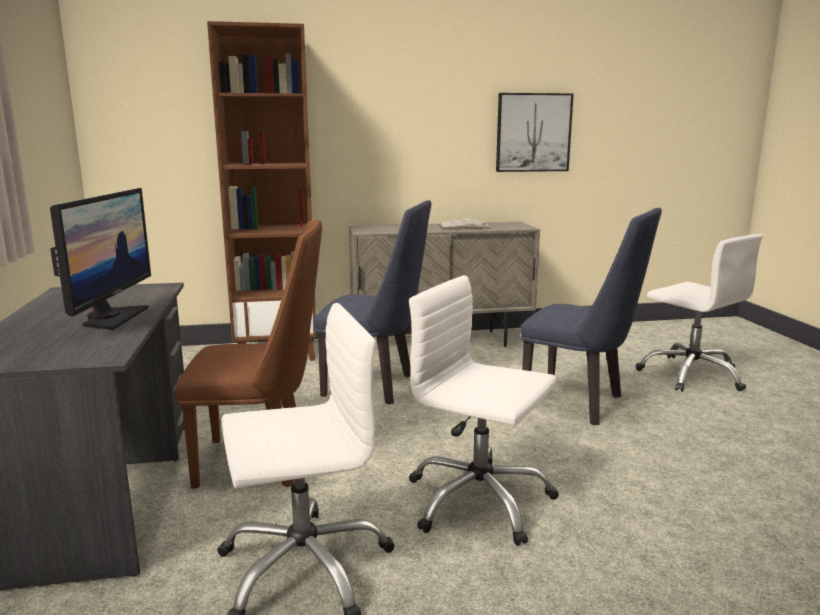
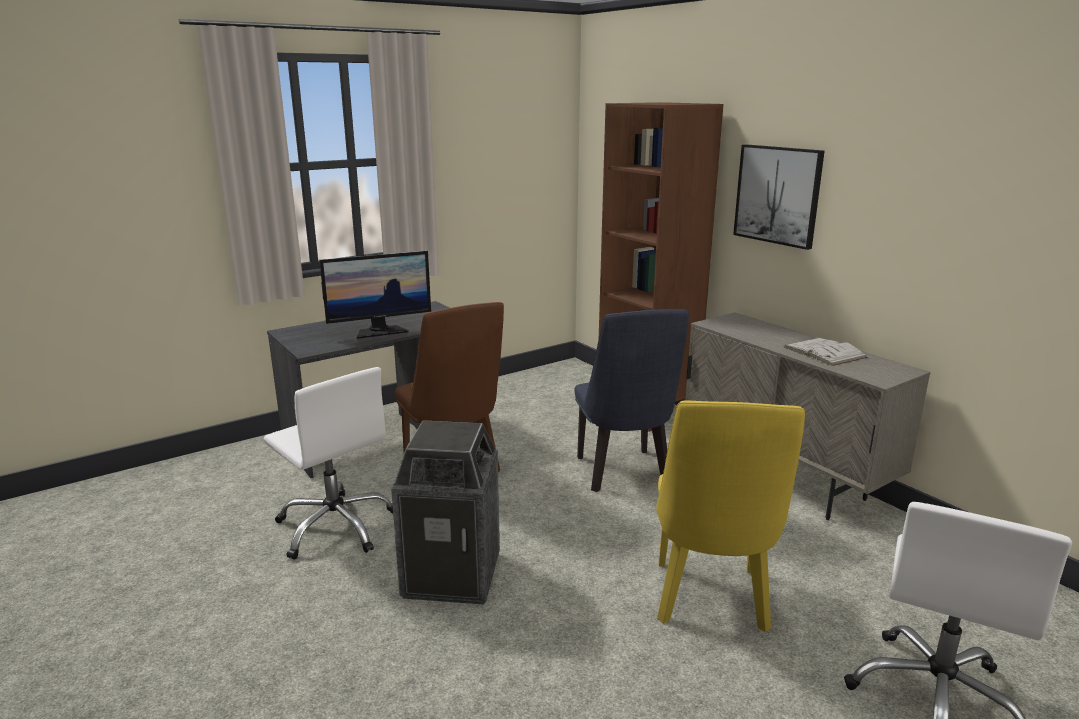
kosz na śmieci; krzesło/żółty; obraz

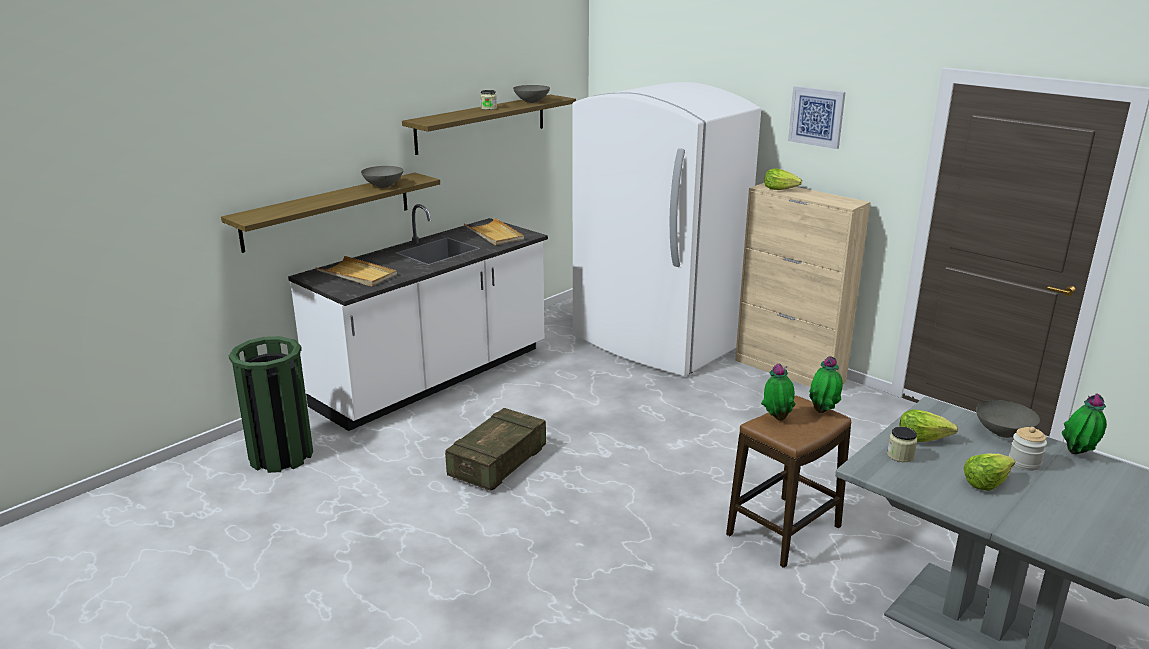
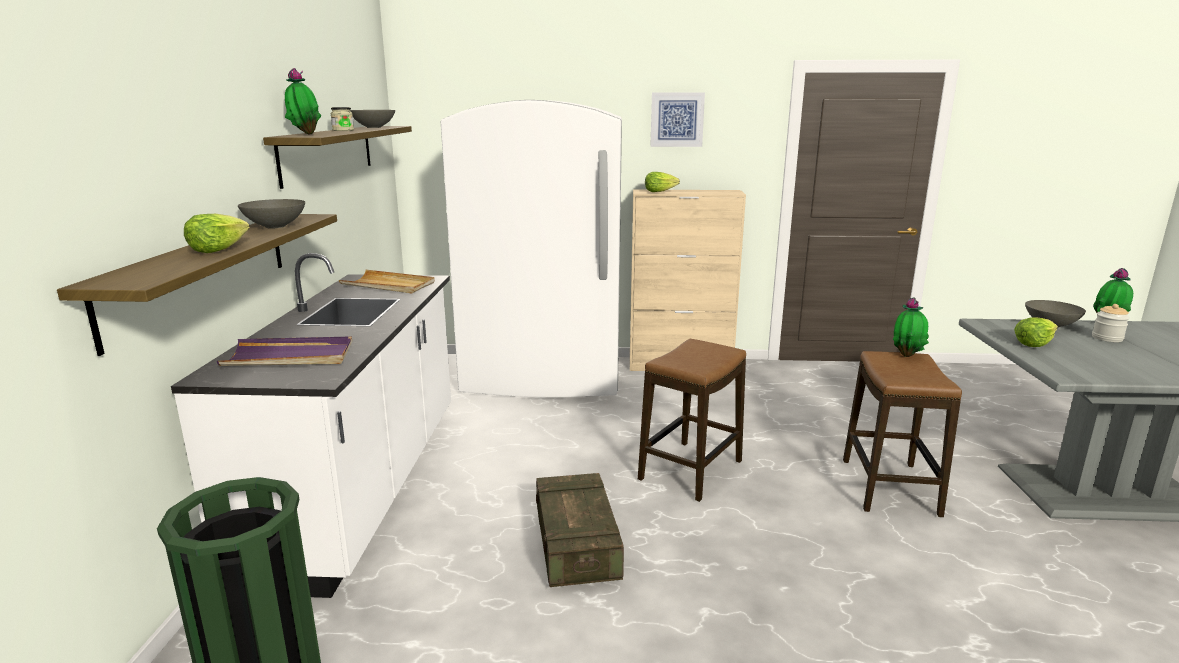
sałata (1st from left); taca/fioletowy; roślina doniczkowa (1st from left); stołek (1st from left); słoik (2nd from left in the first image)

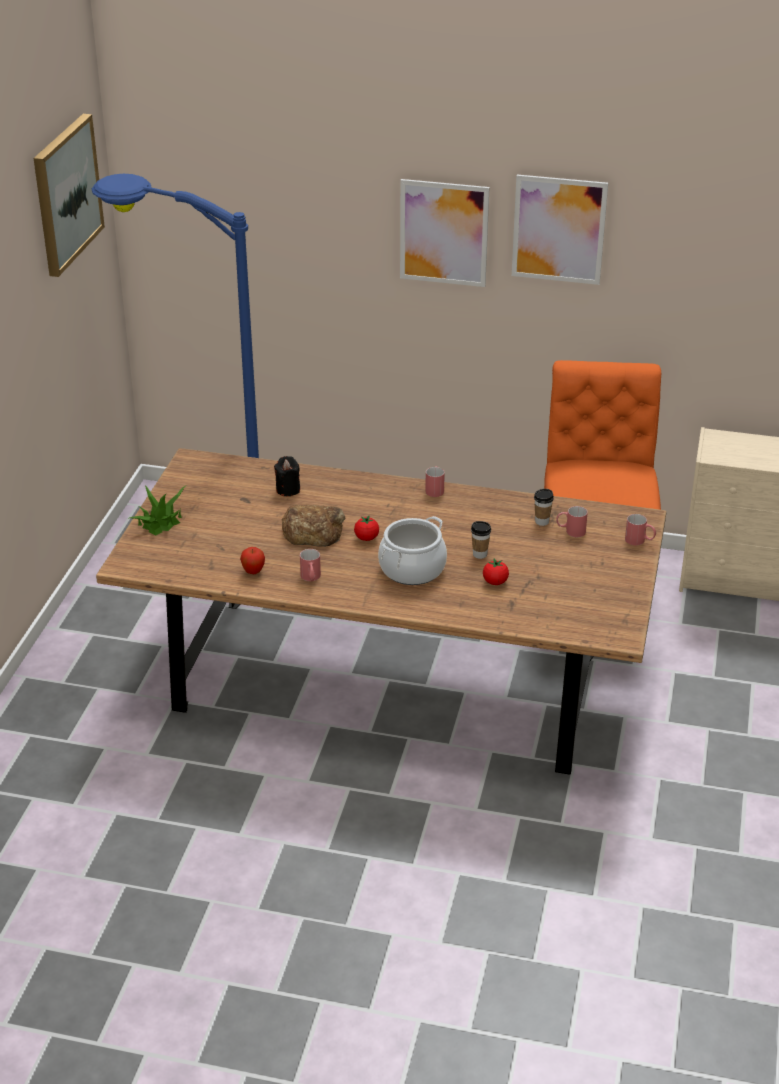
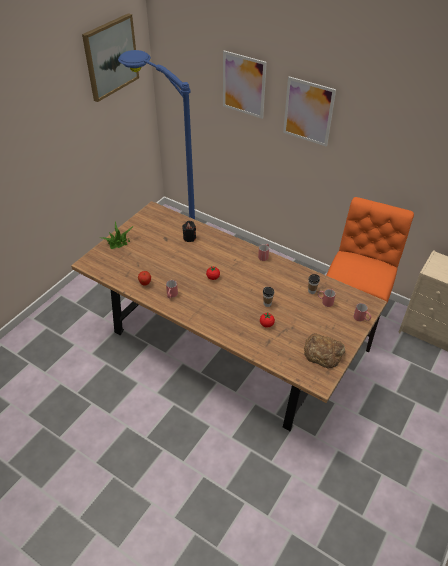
obraz (2nd from left); chleb; garnek

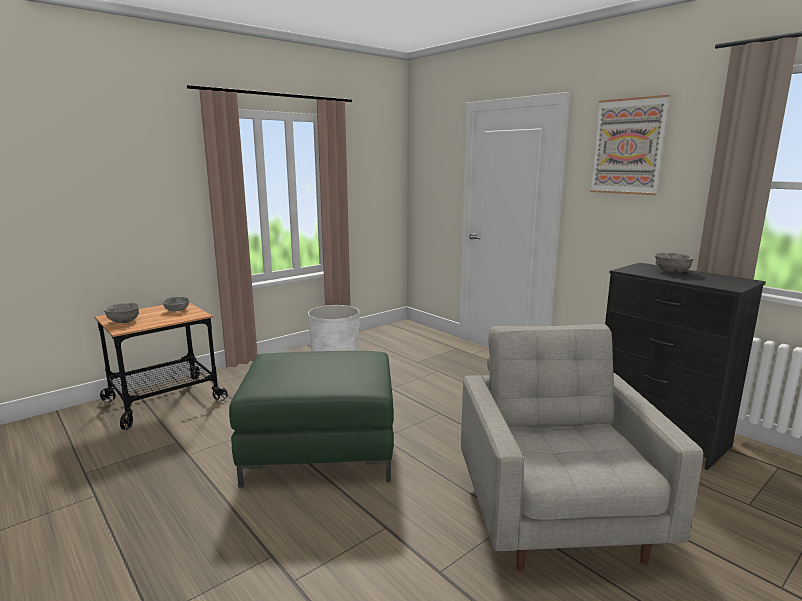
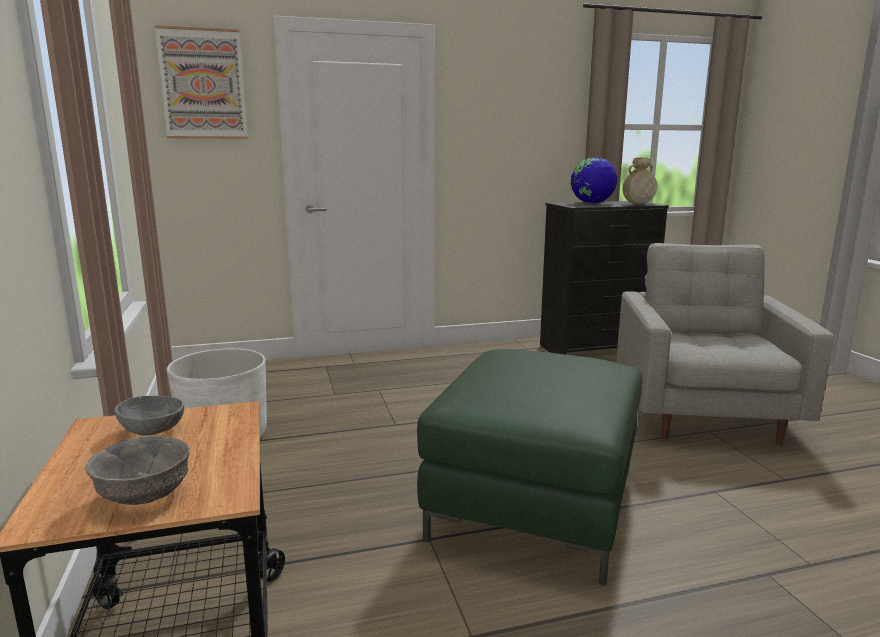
obraz; globus; fotel/szary; wazon/beżowy

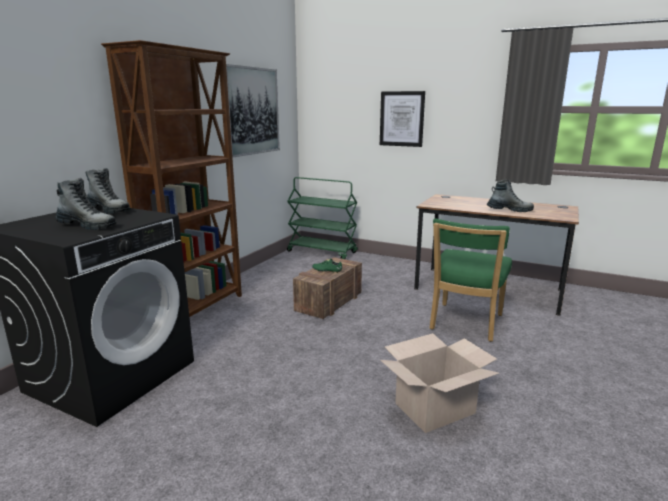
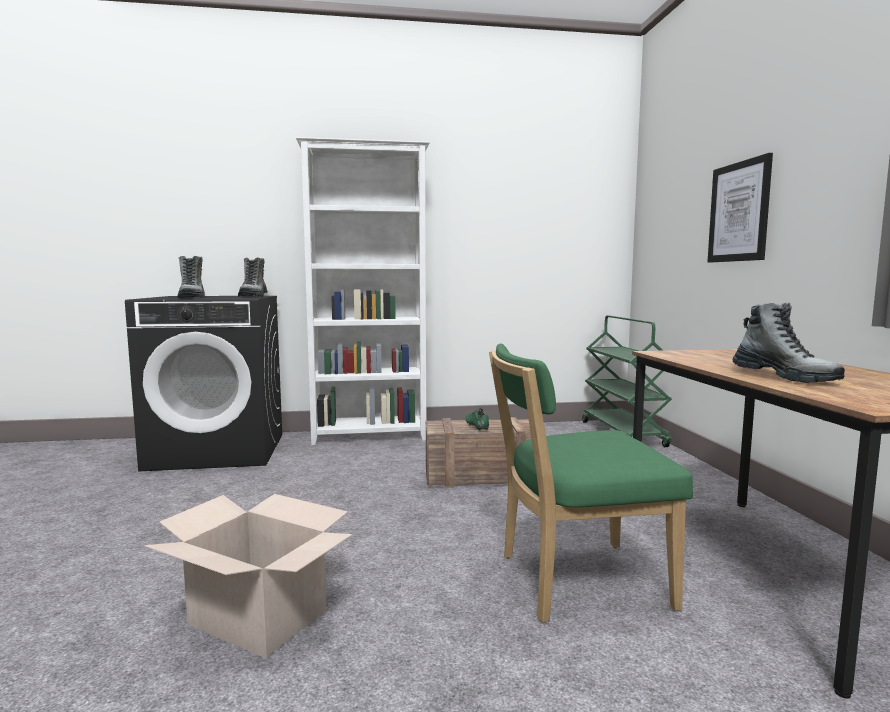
regał/biały; obraz (1st from left in the first image)

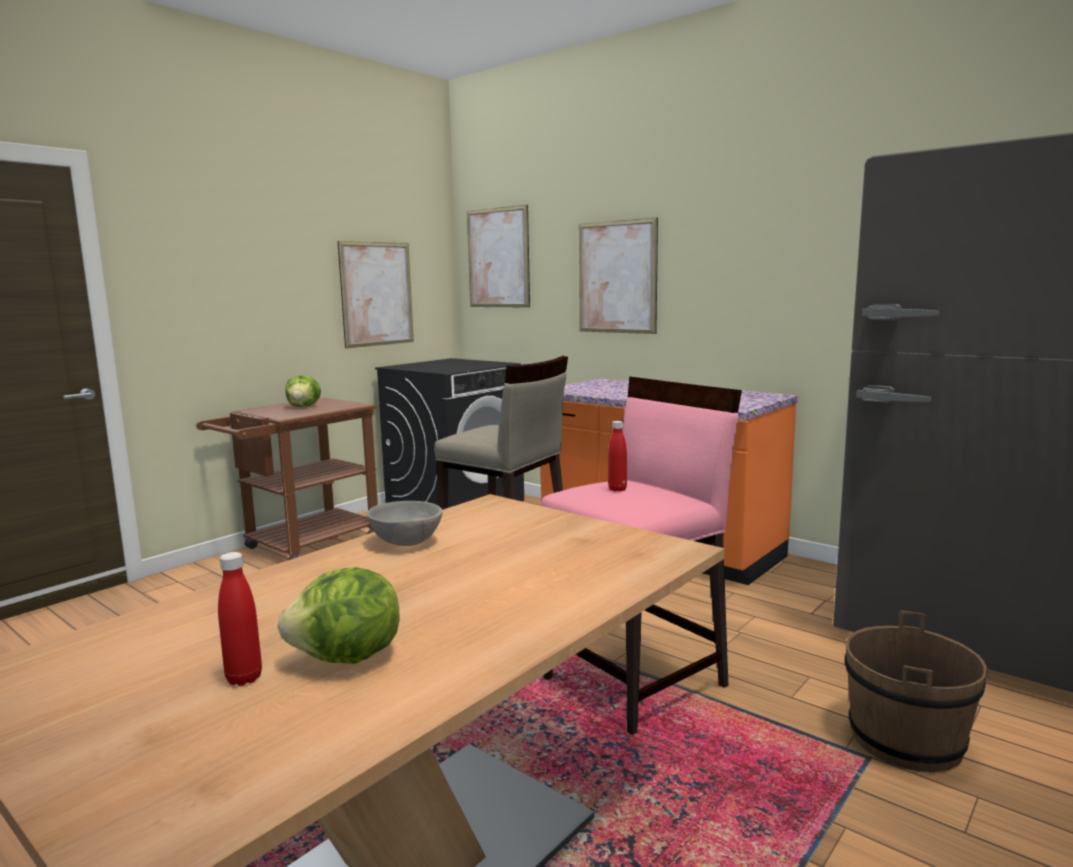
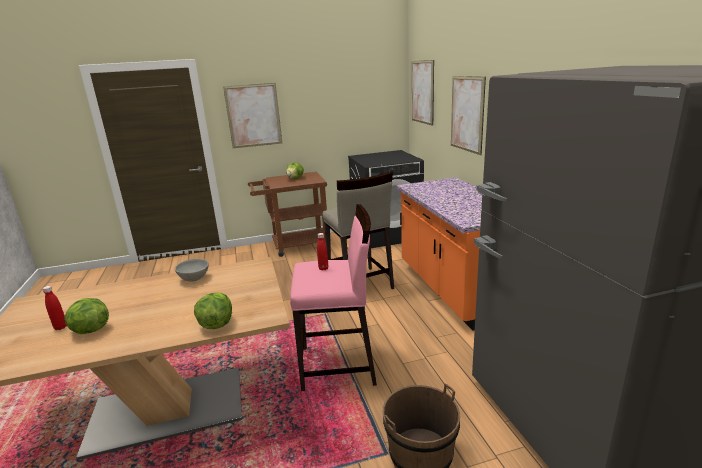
sałata (2nd from left); obraz (1st from left)

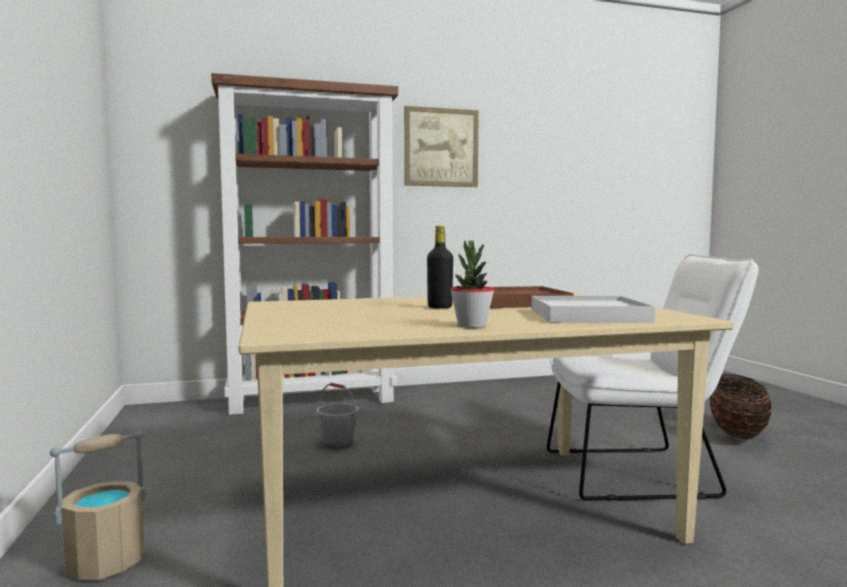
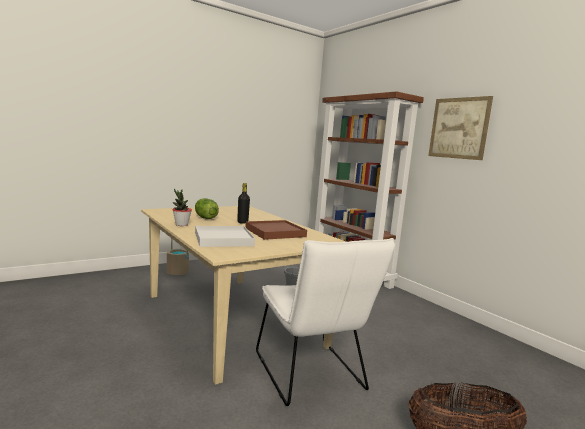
sałata

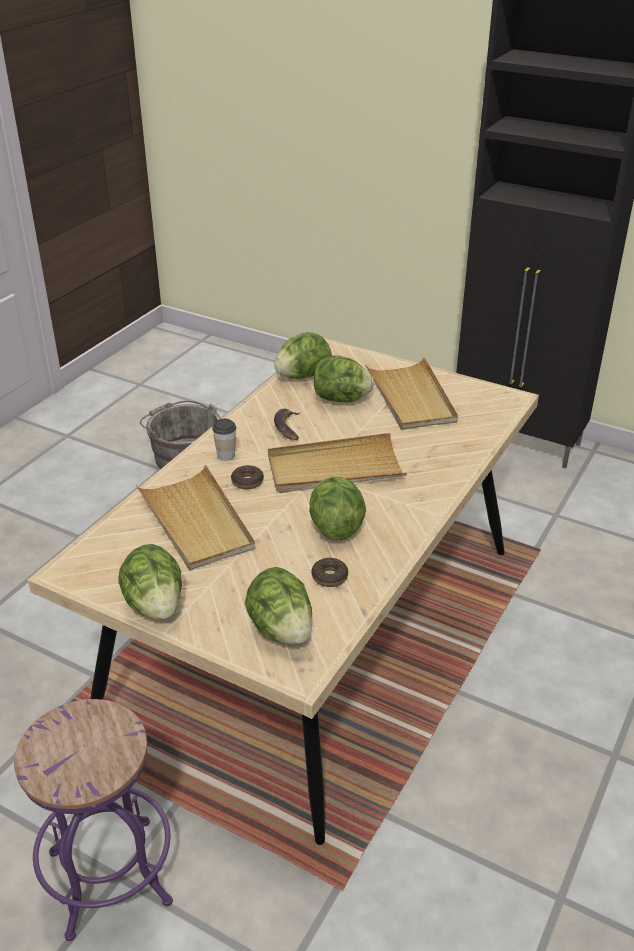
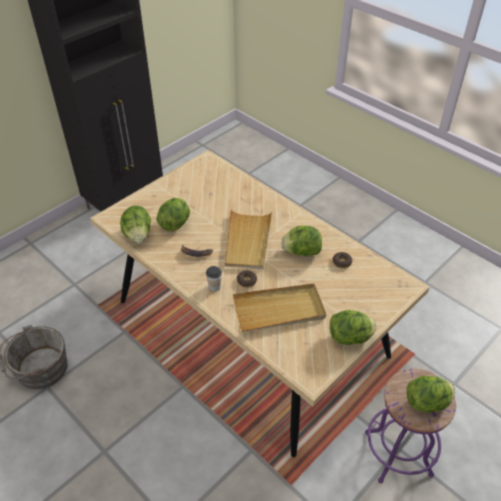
sałata (5th from left); taca/beżowy (3rd from left in the first image)

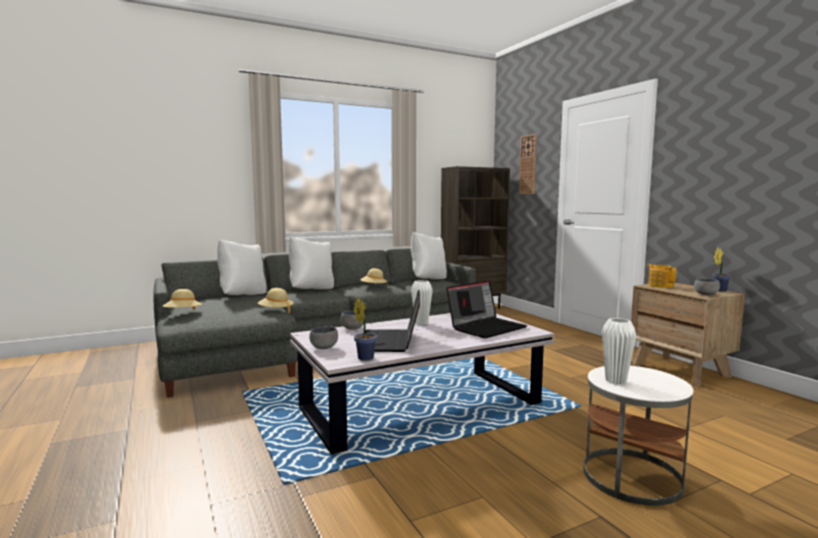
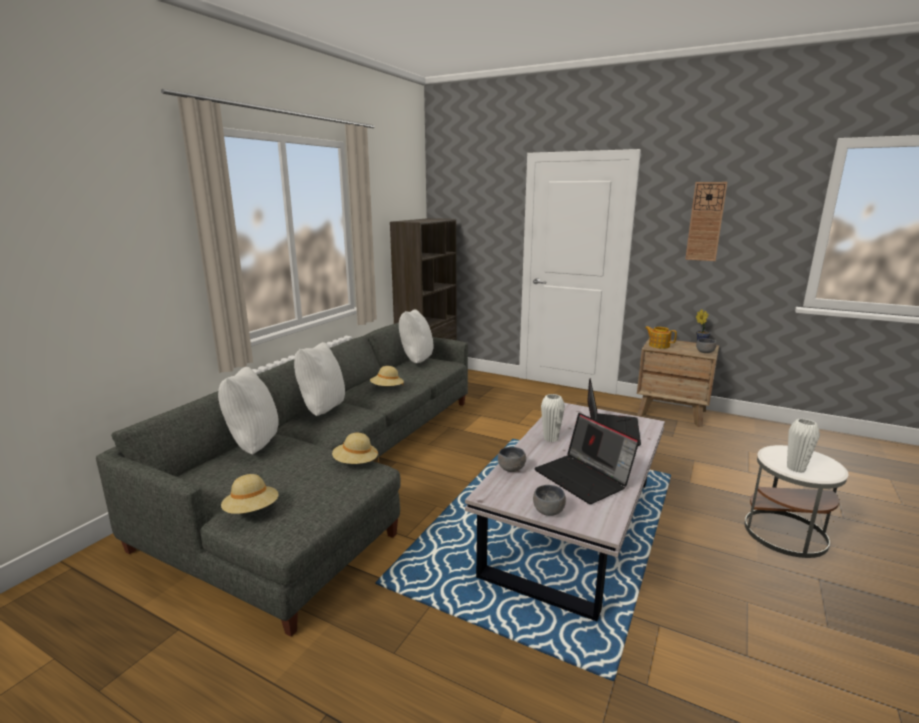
zegar ścienny; roślina doniczkowa (1st from left in the first image)

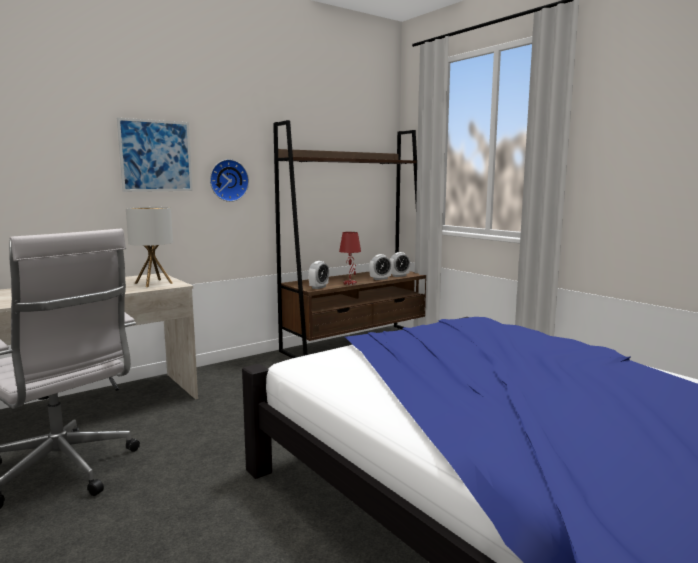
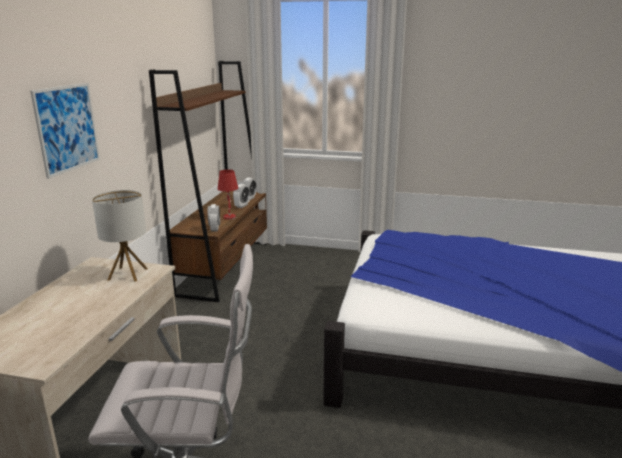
zegar ścienny

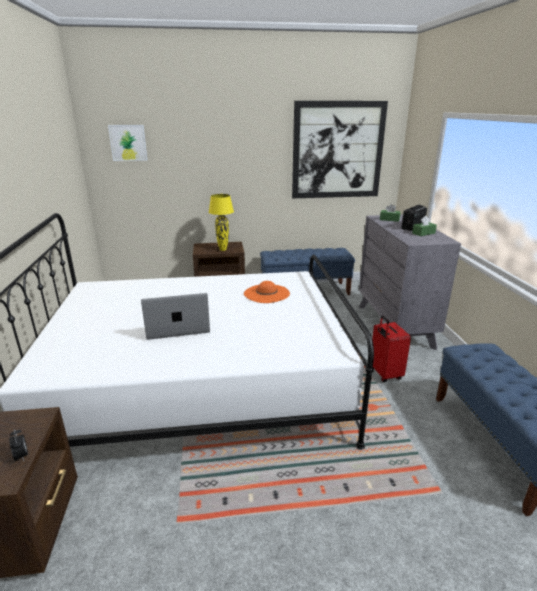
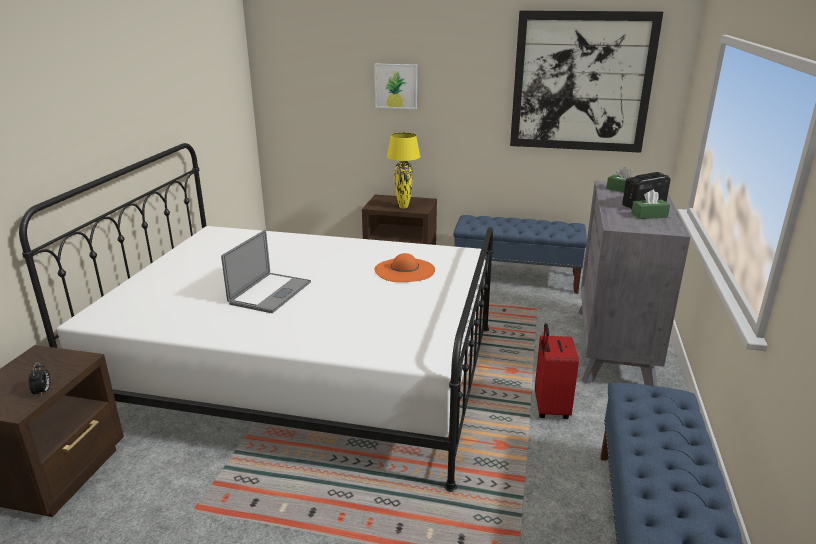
laptop; obraz (1st from left)

